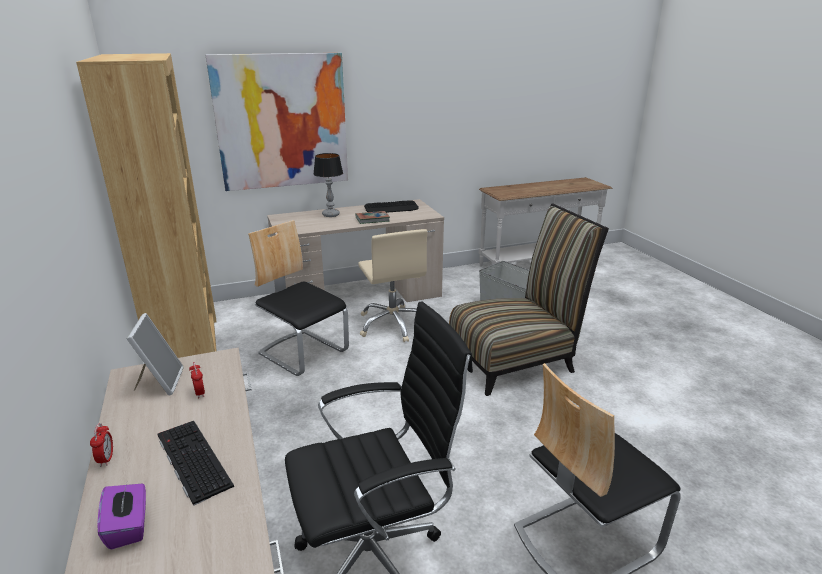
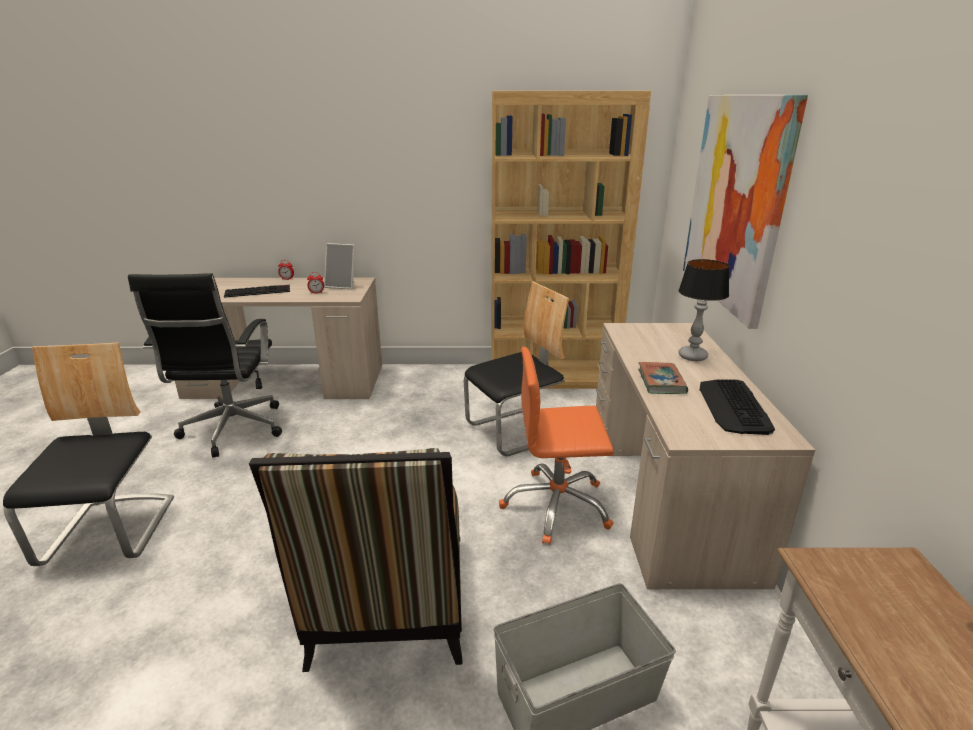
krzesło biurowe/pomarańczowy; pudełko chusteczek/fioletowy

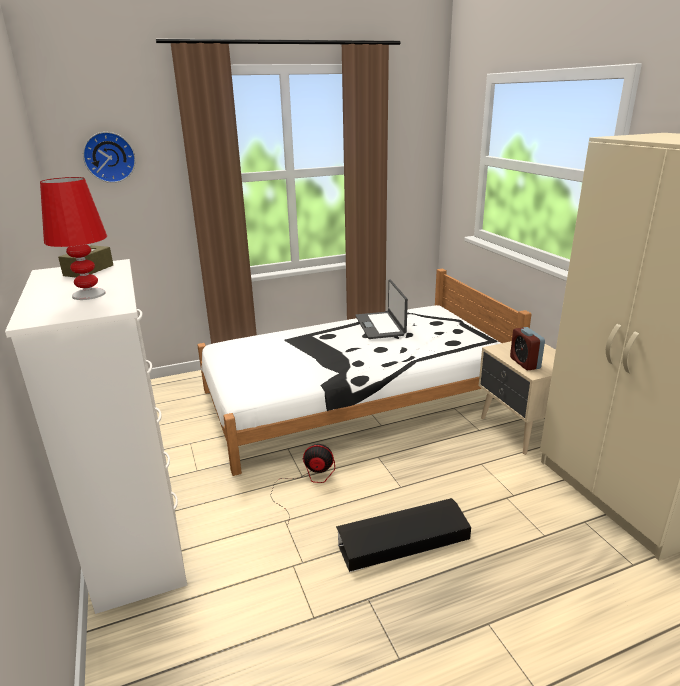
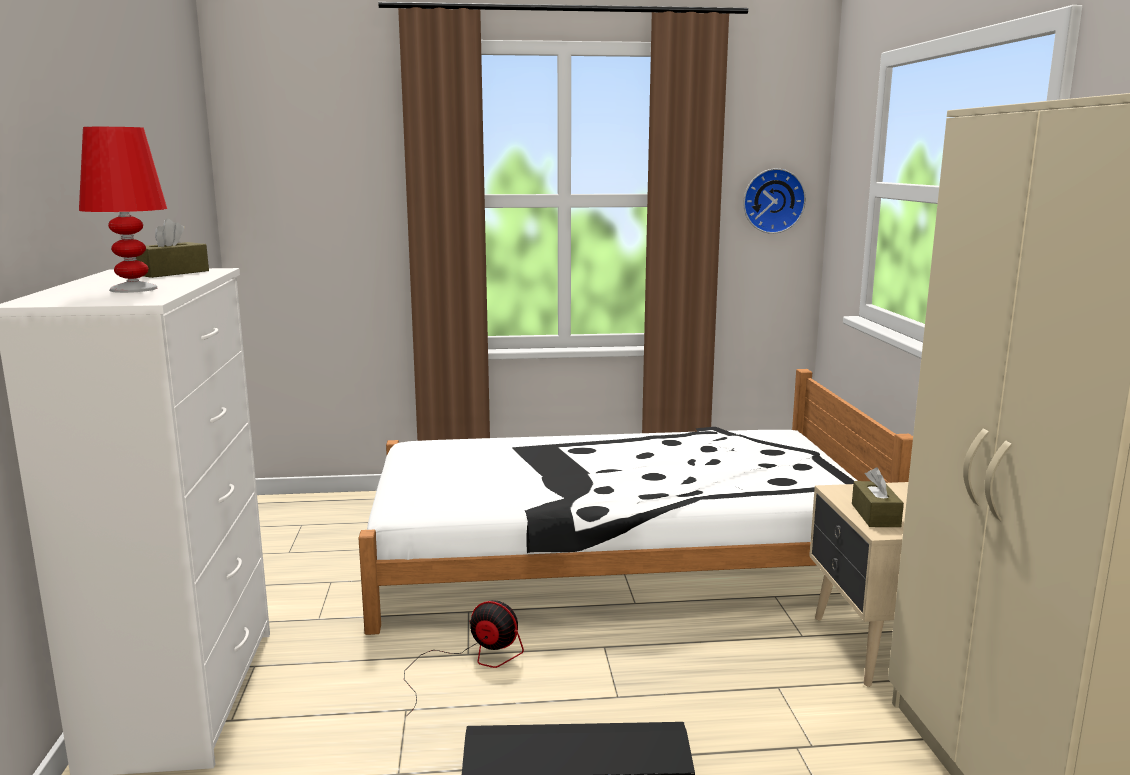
zegar ścienny; pudełko chusteczek/brązowy (2nd from left); laptop

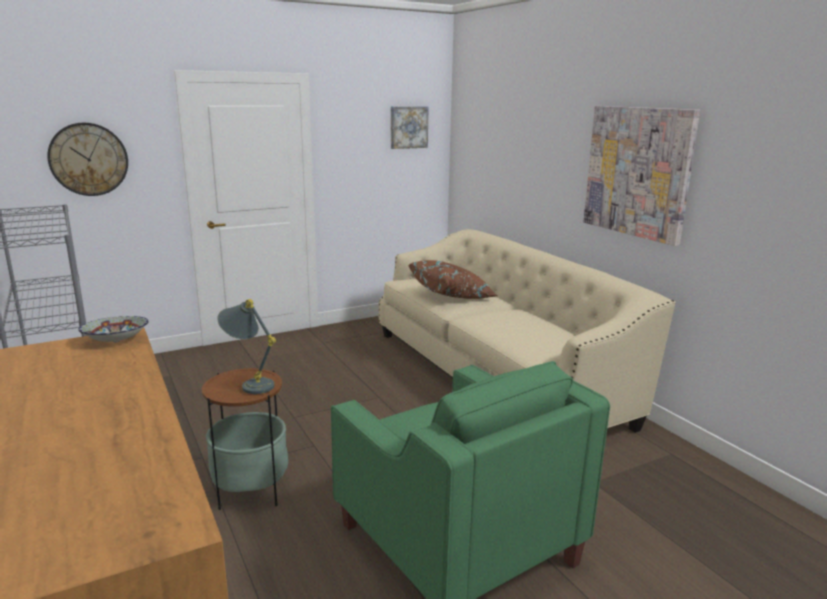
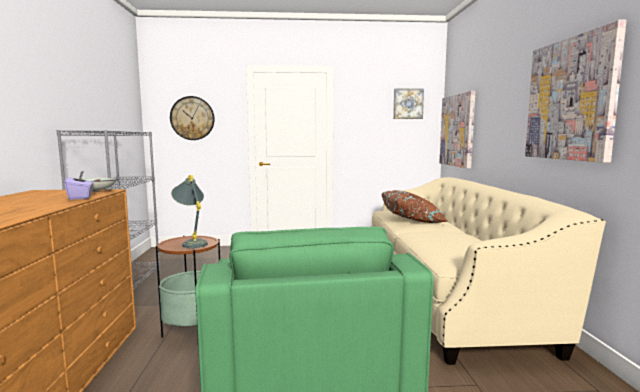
pudełko chusteczek/fioletowy; obraz (2nd from left)

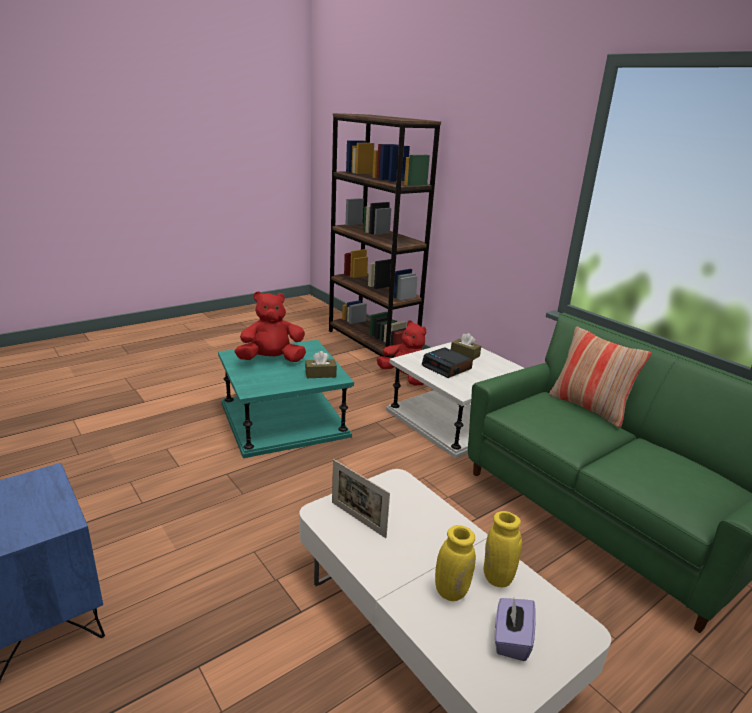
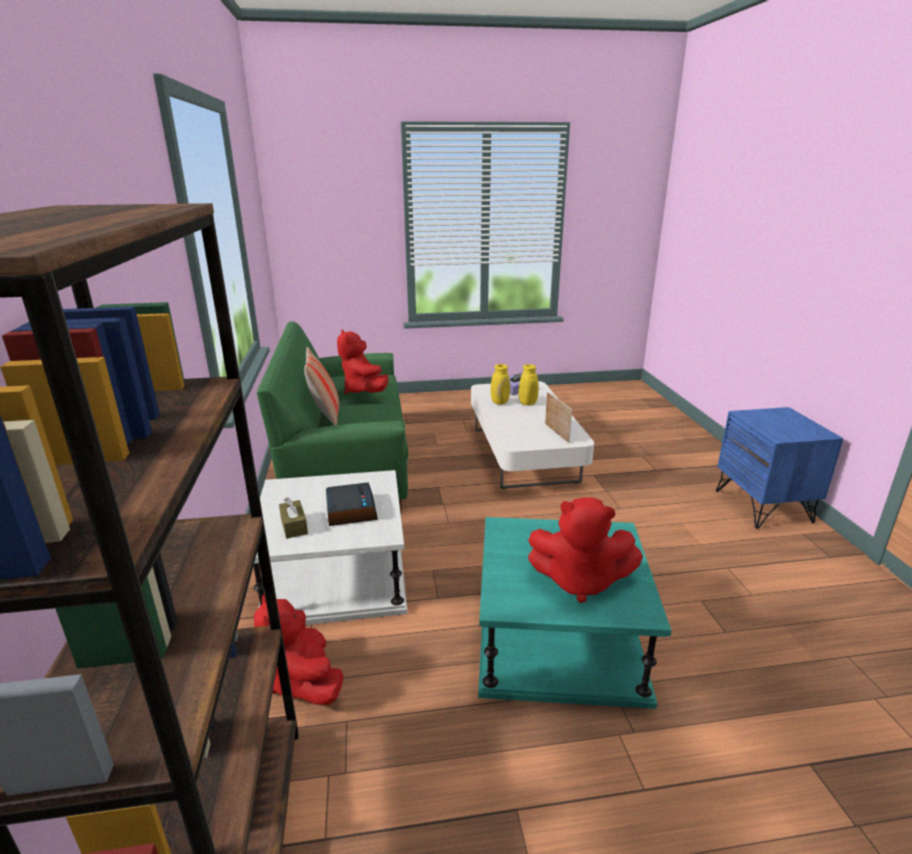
pluszak/czerwony (2nd from left); pudełko chusteczek/brązowy (1st from left in the first image)

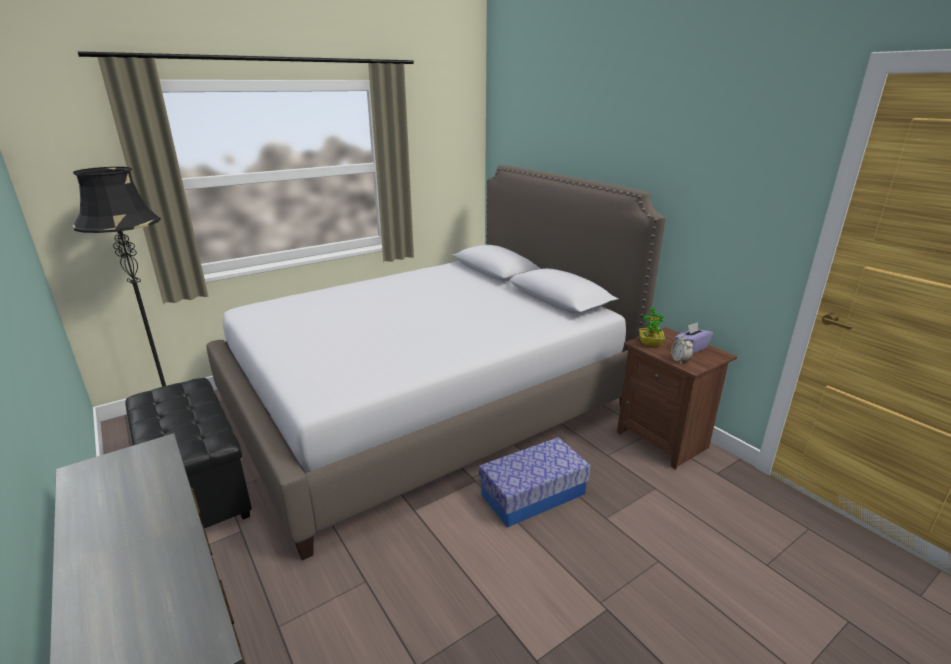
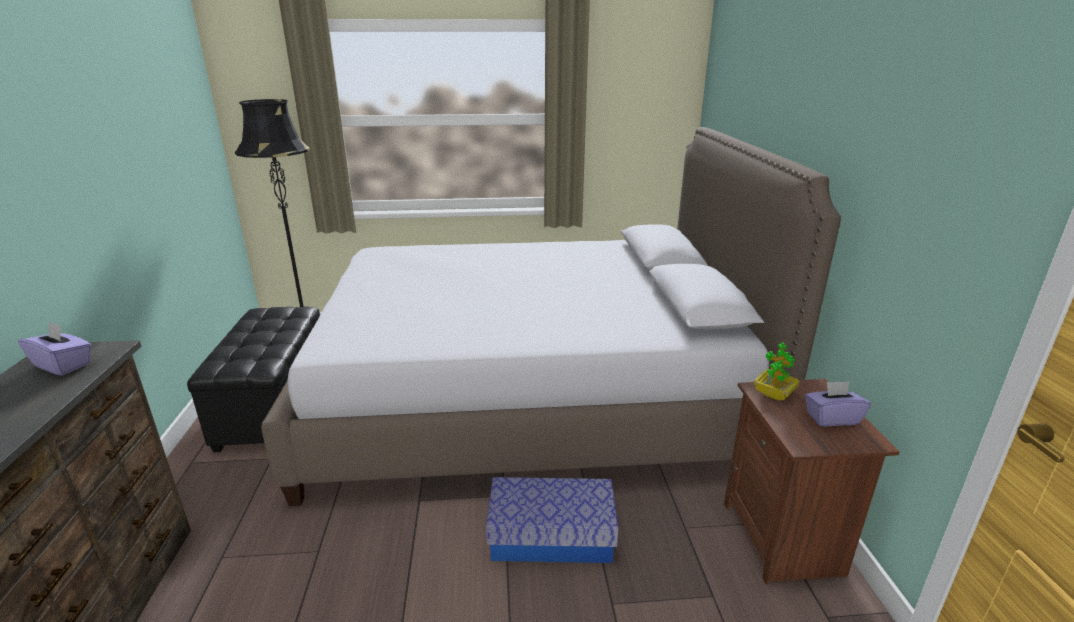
pudełko chusteczek/fioletowy (1st from left); budzik

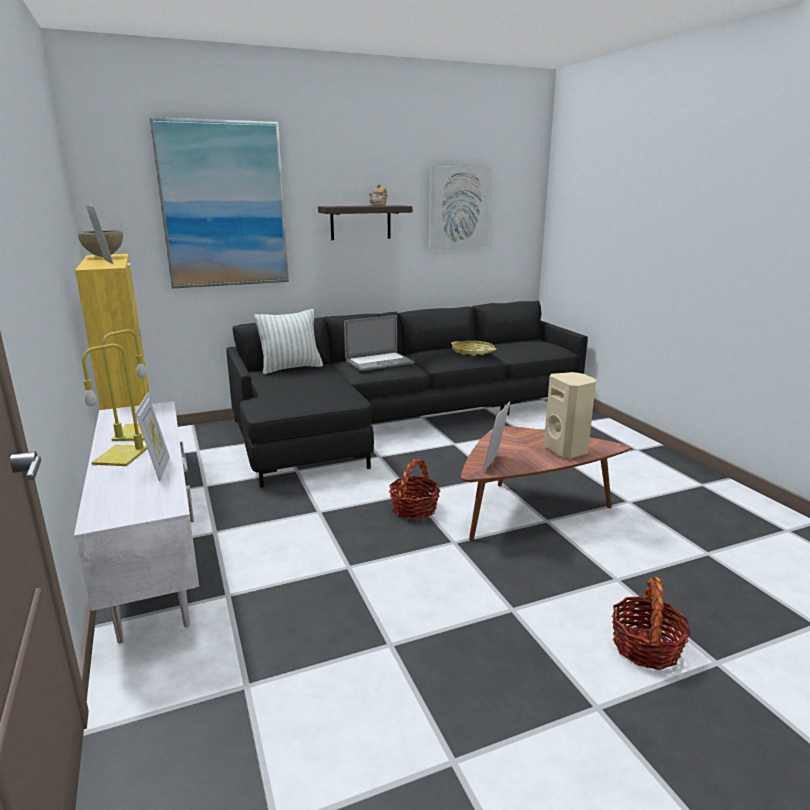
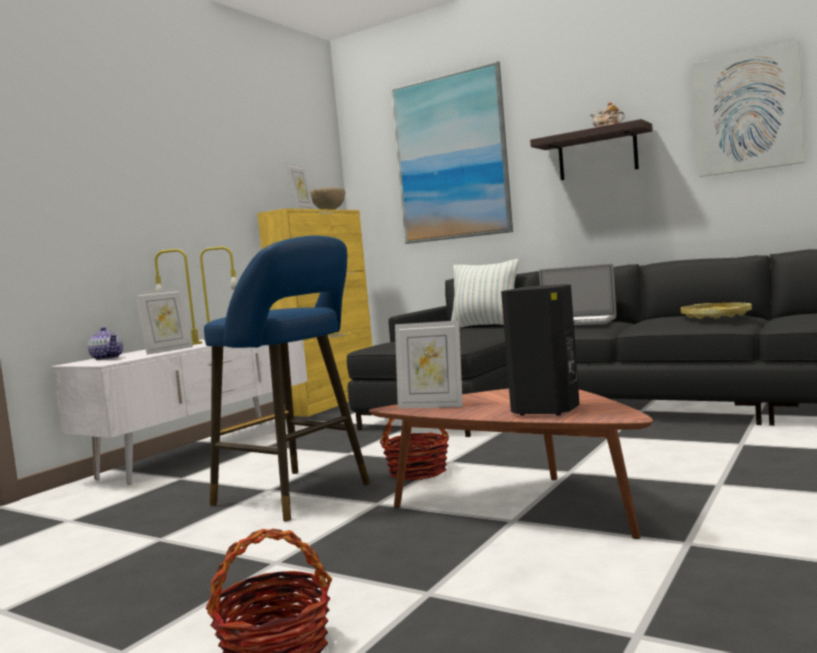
imbryk (1st from left); stołek/niebieski; ramka na zdjęcie (3rd from left); głośnik/czarny

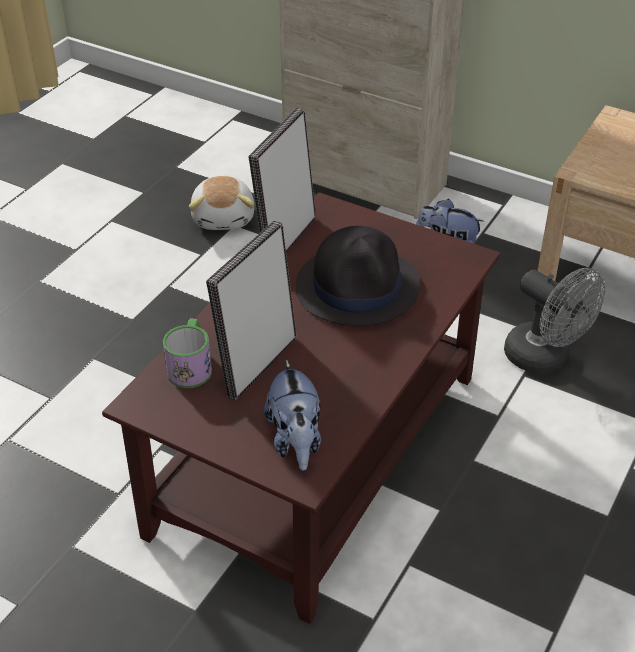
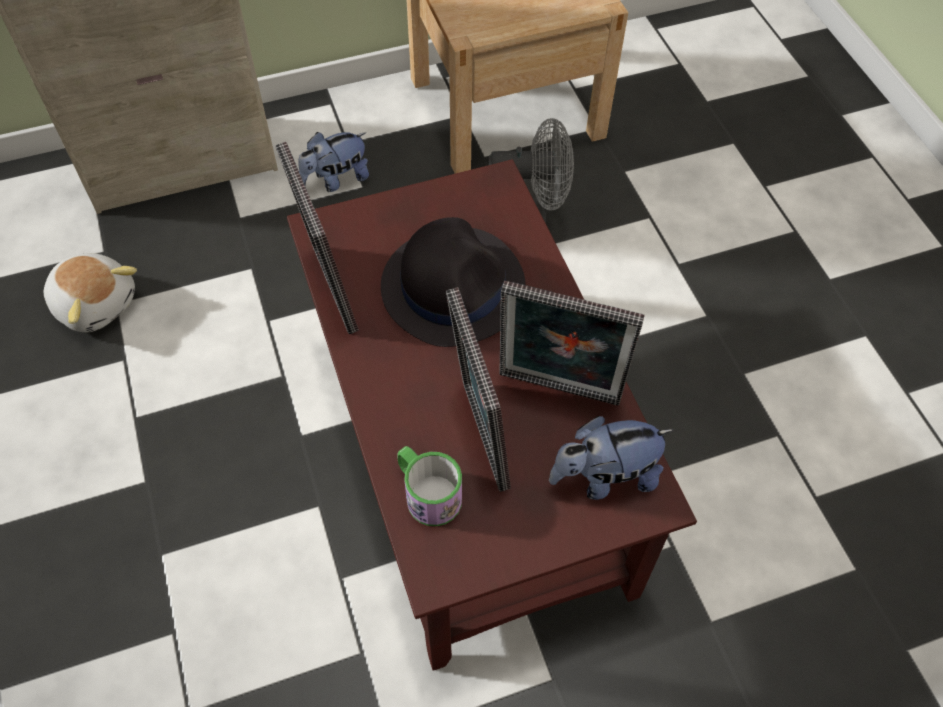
ramka na zdjęcie (3rd from left); pluszak (3rd from left)

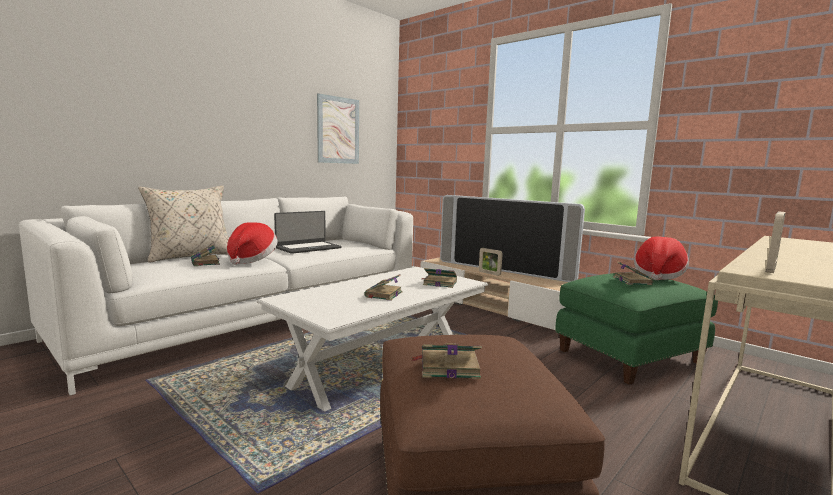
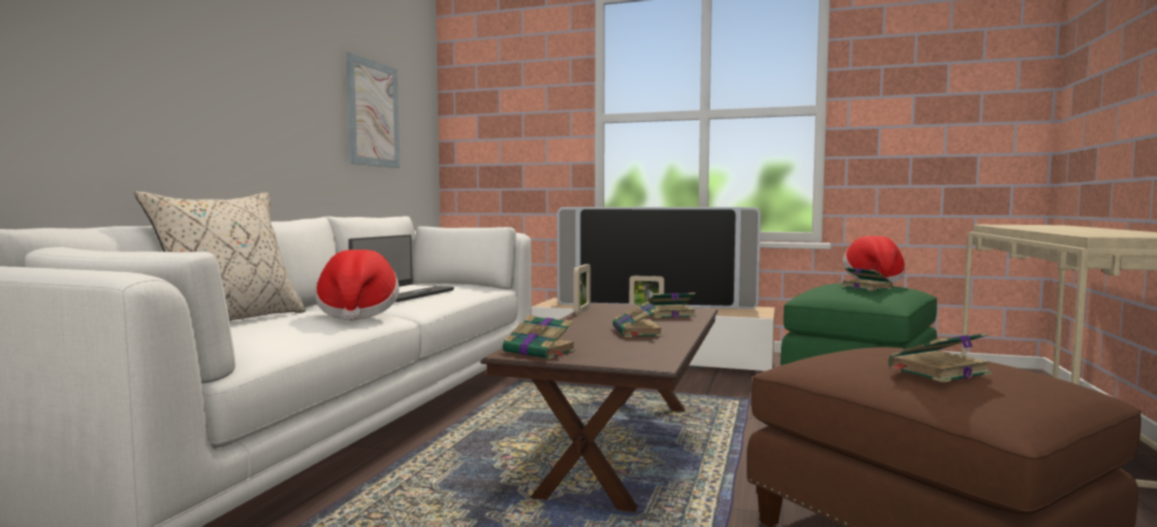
ława/brązowy; książka (1st from left); ramka na zdjęcie (1st from left)

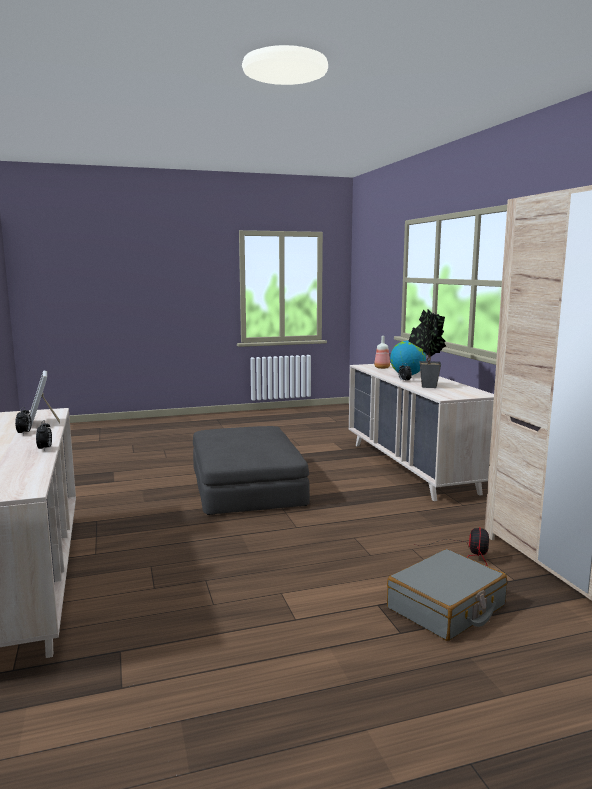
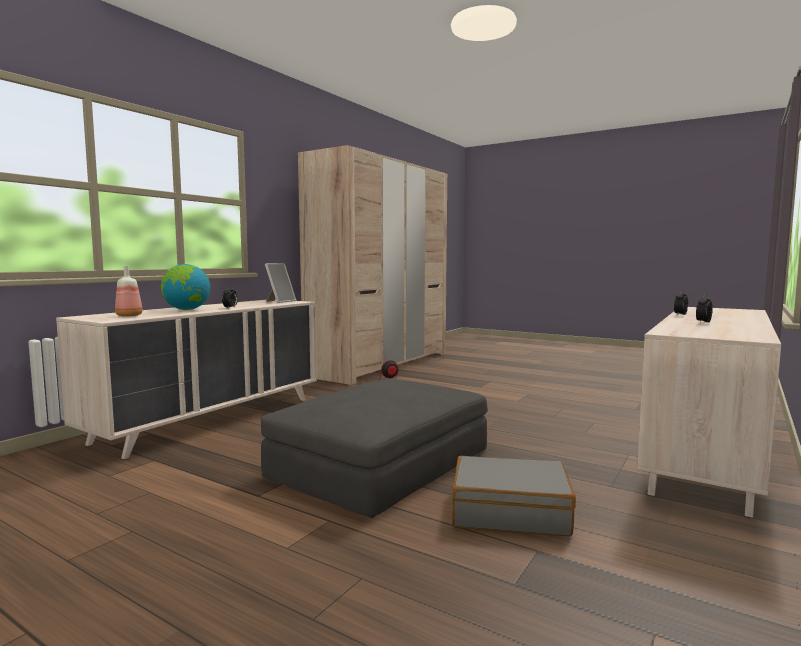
ramka na zdjęcie; walizka/szary; roślina doniczkowa

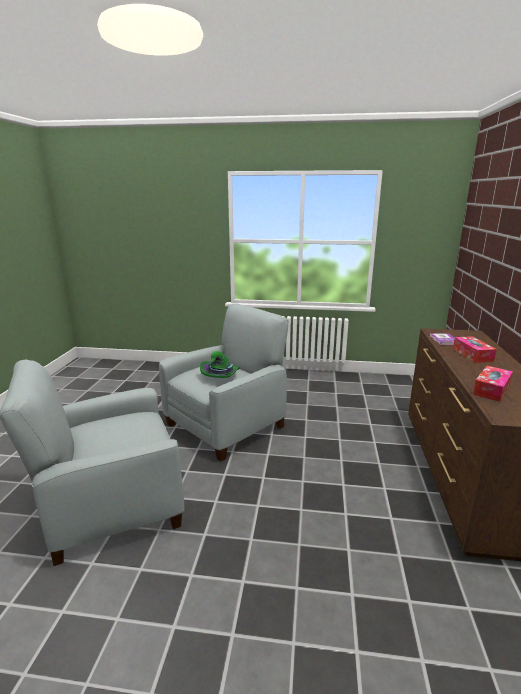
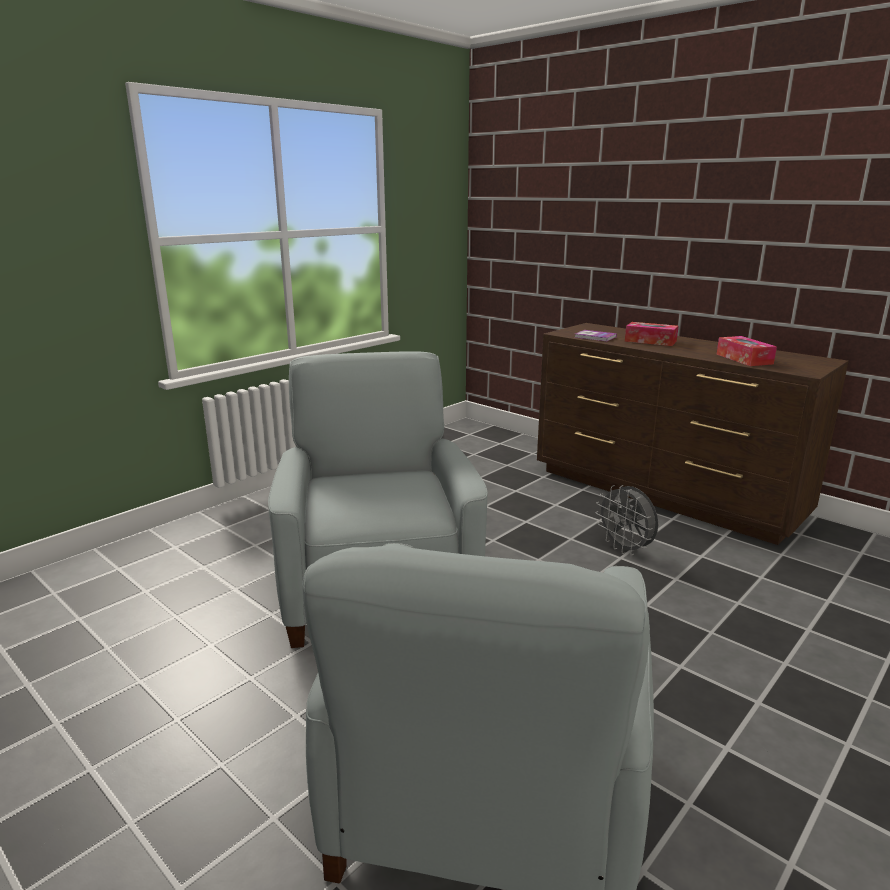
wentylator/szary; kapelusz/zielony

